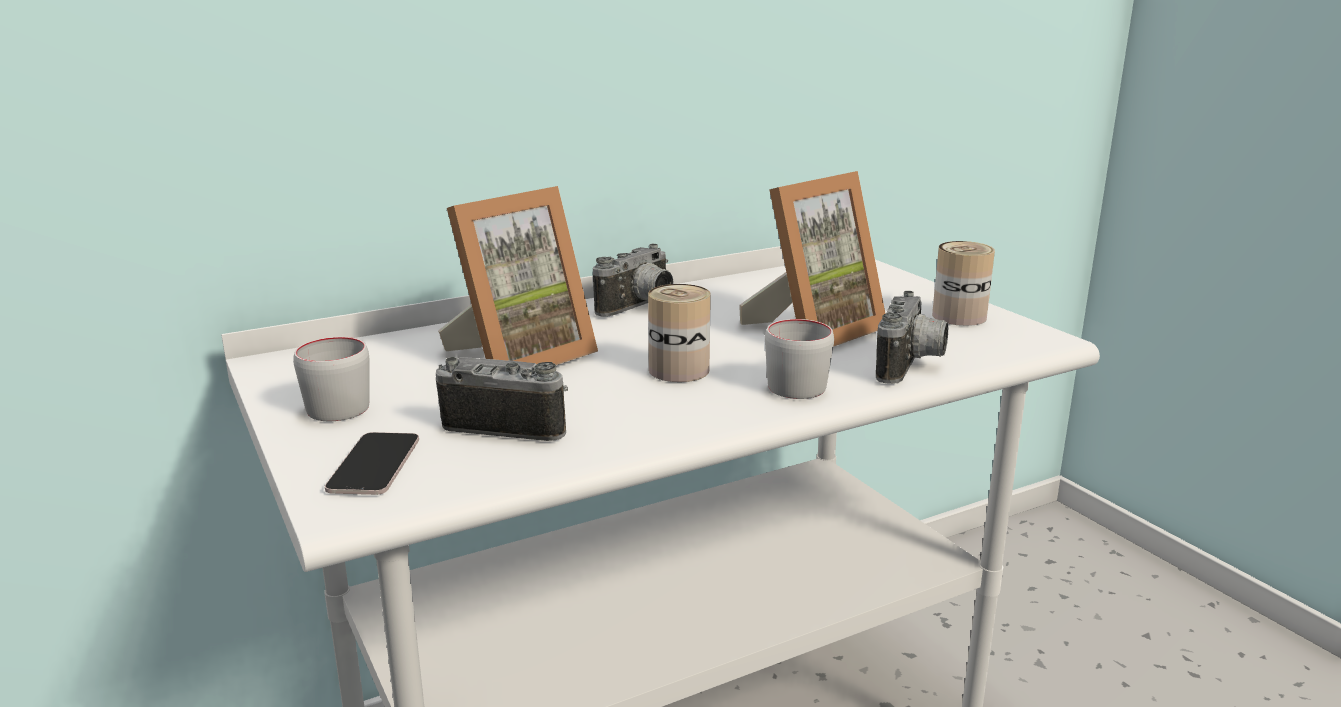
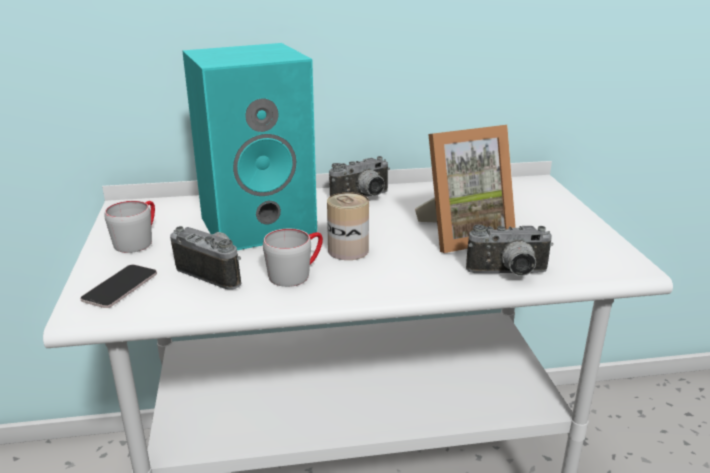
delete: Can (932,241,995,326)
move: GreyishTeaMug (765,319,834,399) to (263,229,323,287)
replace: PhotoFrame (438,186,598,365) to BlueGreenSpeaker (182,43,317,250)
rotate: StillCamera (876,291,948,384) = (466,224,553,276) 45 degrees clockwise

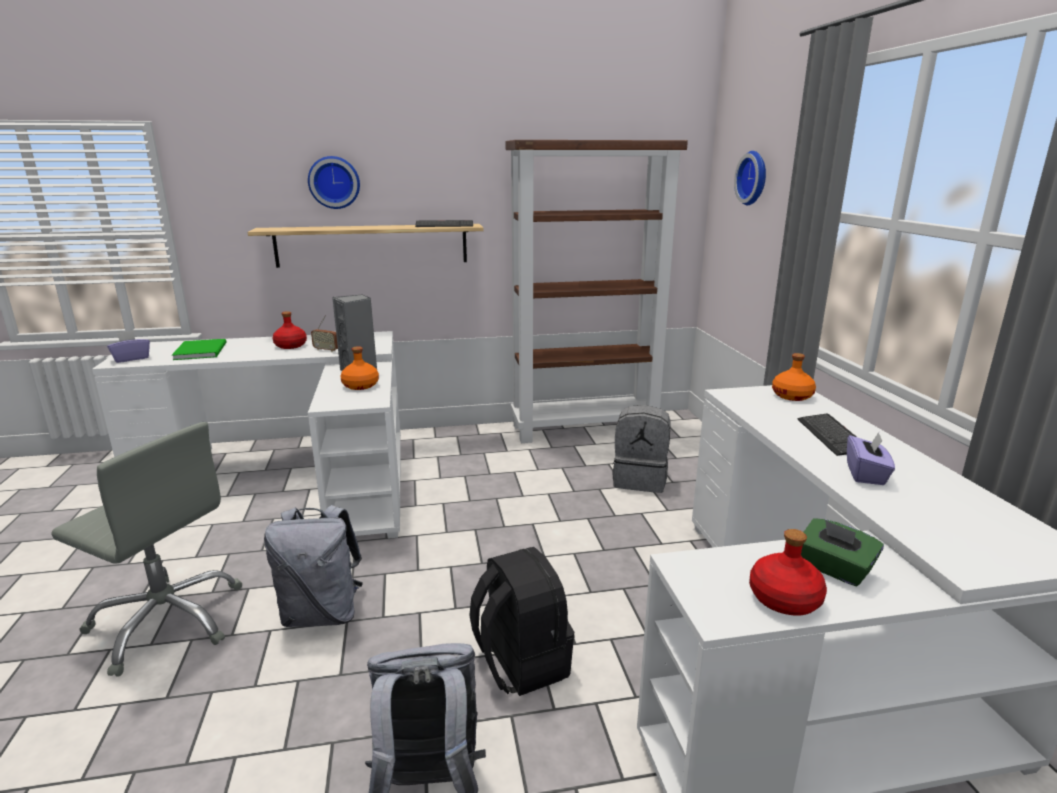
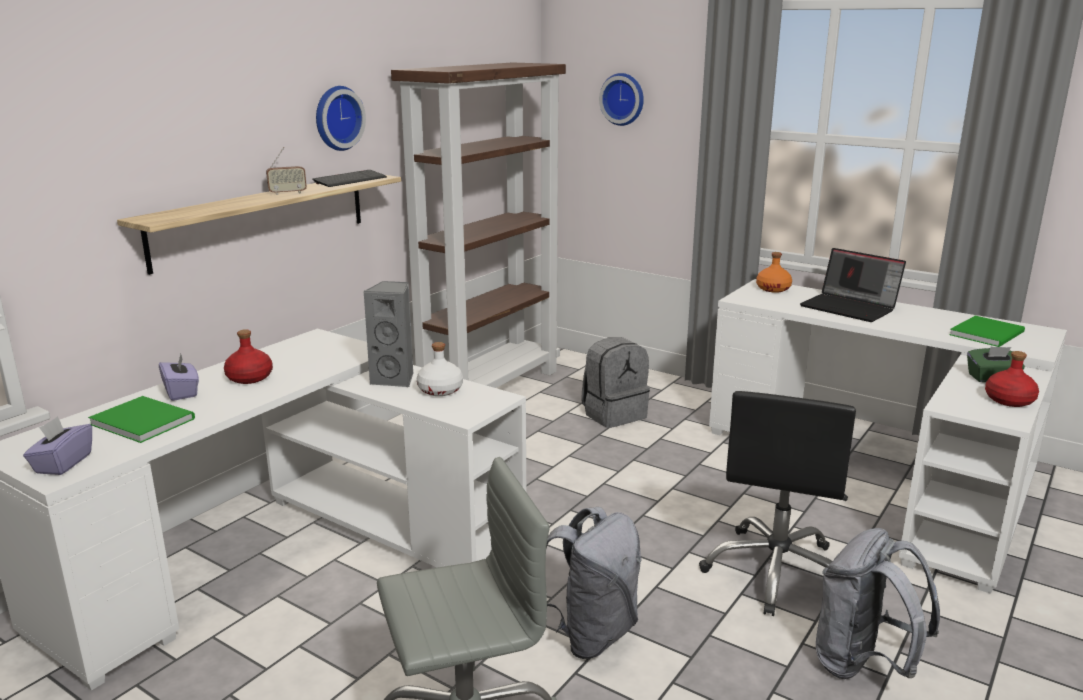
insert: GreenBoundBook (949,316,1025,347)
move: HangingClock (308,156,360,209) to (316,86,366,151); Radio (311,315,338,352) to (266,147,307,195); PurplishTissueHolder (847,432,895,485) to (159,354,199,401)
replace: Keyboard (797,414,856,456) to PortableComputer (800,248,906,322); BlackColouredKnapsack (469,547,575,696) to BlackColouredDeskChair (699,391,856,616)
recolor: OrangeColouredDrinkBottle (340,346,379,390) to WhiteDrinkBottle (417,342,463,396)

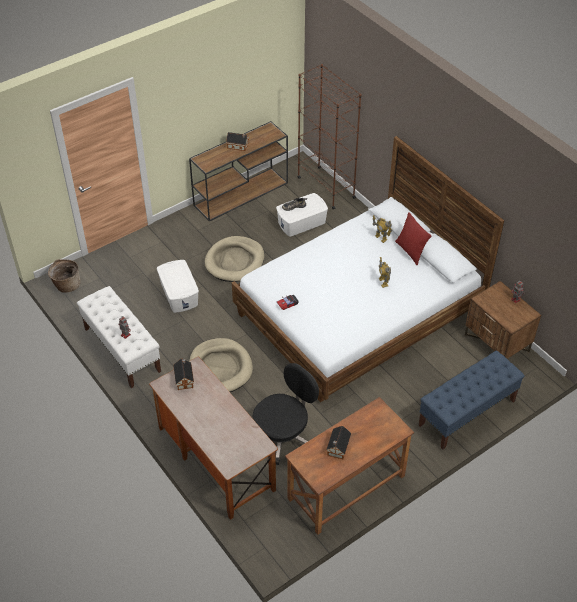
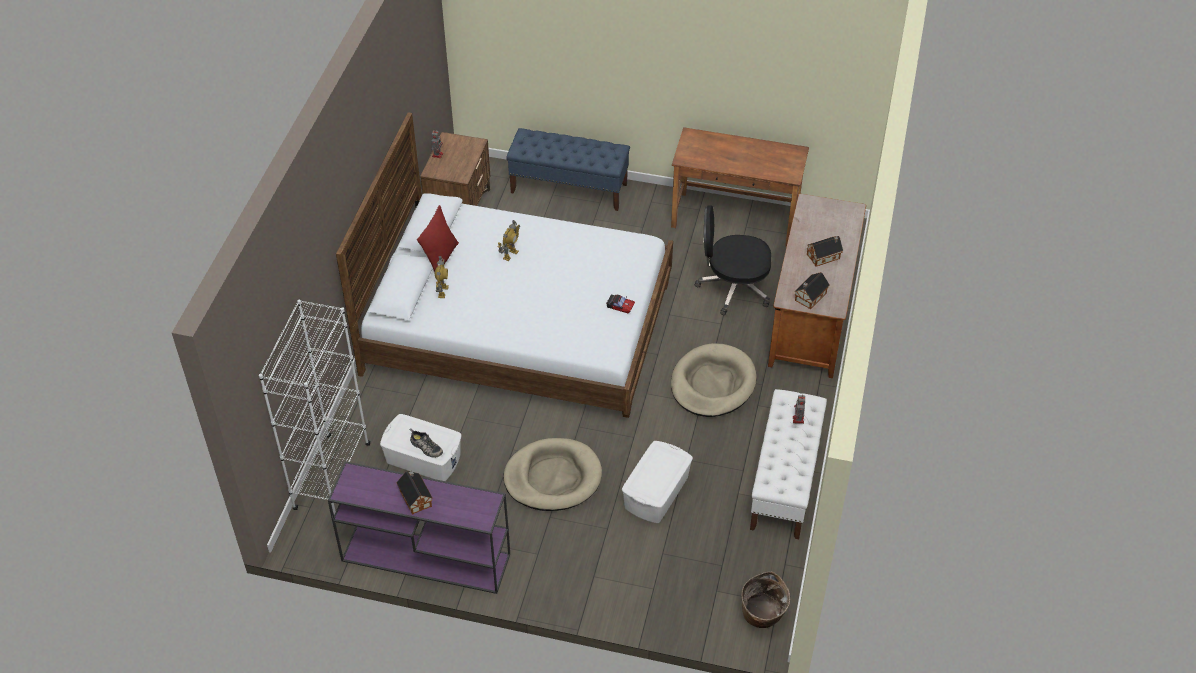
move: MiniatureHouse (326,426,351,459) to (807,236,843,267)
recolor: BrownBookshelf (297,64,361,210) to WhiteBookshelf (259,300,370,515); BrownConsoleTable (189,121,288,222) to PurplishConsoleTable (328,461,510,594)

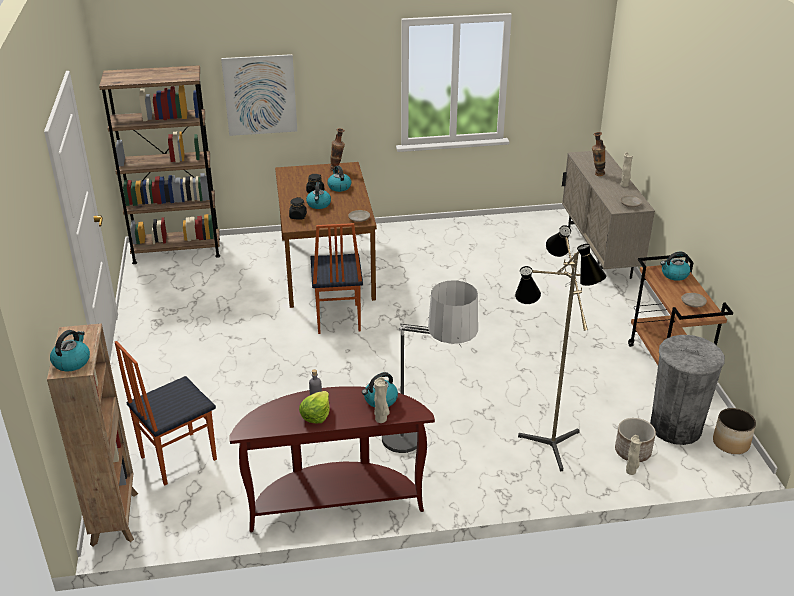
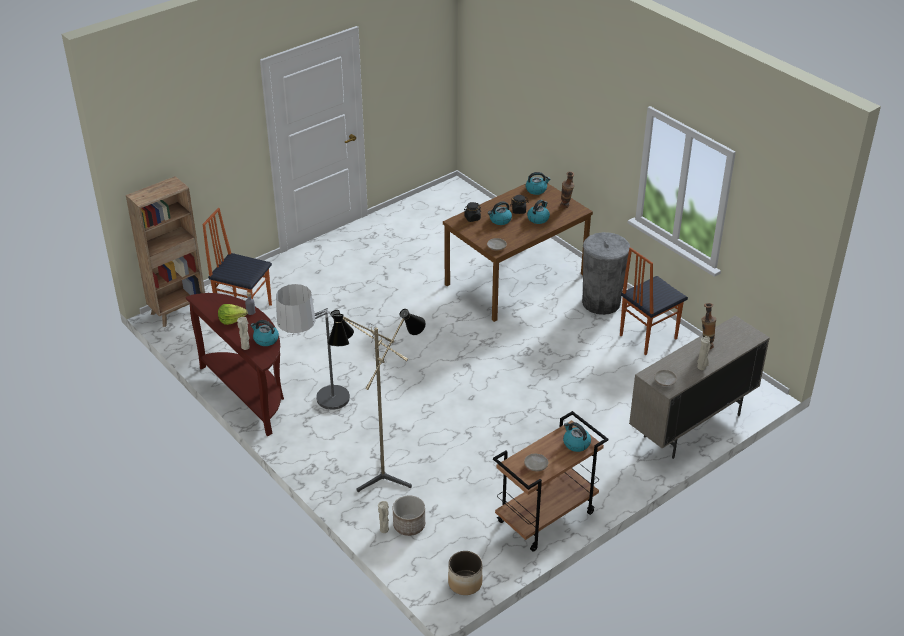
delete: Picture (221,54,297,136); BrownBookshelf (99,65,220,264)
move: UprightChair (310,223,363,334) to (620,247,688,355); Kettle (50,330,90,371) to (525,172,551,195); GreyishTrashCan (650,335,725,445) to (582,232,630,315)

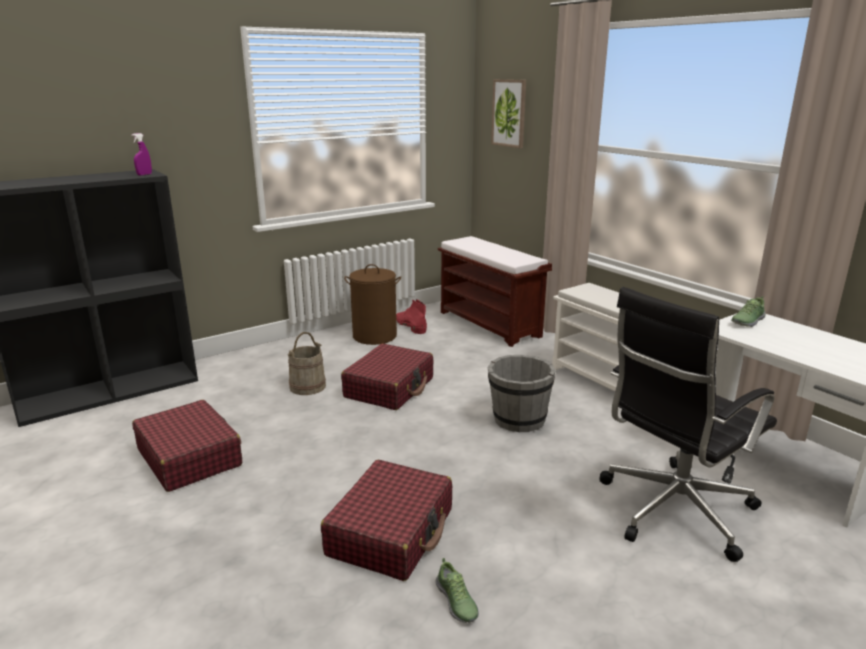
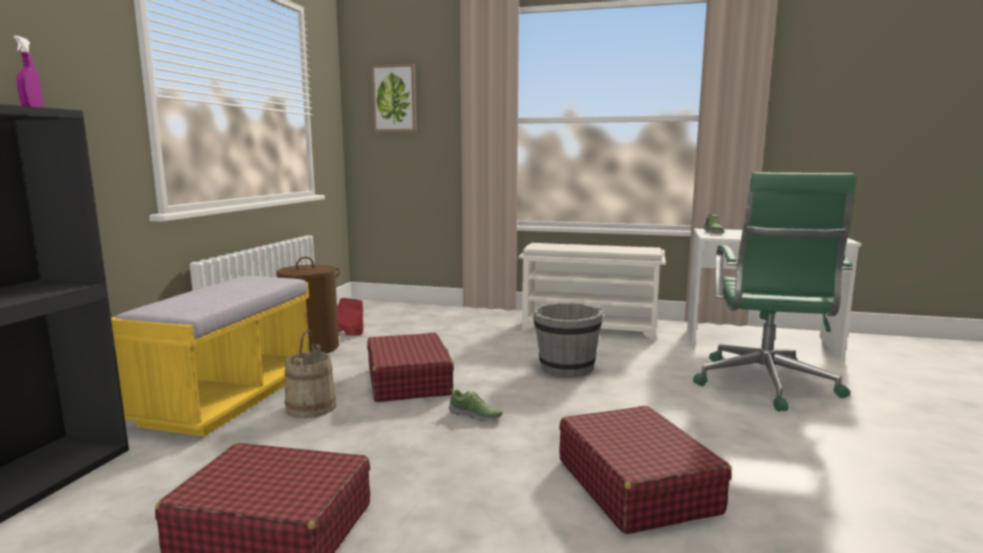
delete: BrownLongSeat (438,236,552,347)
insert: YellowLongSeat (111,276,309,437)
move: Shoe (435,558,479,623) to (449,388,503,421)
recolor: BlackColouredDeskChair (599,287,777,562) to GreenDeskChair (693,172,857,411)

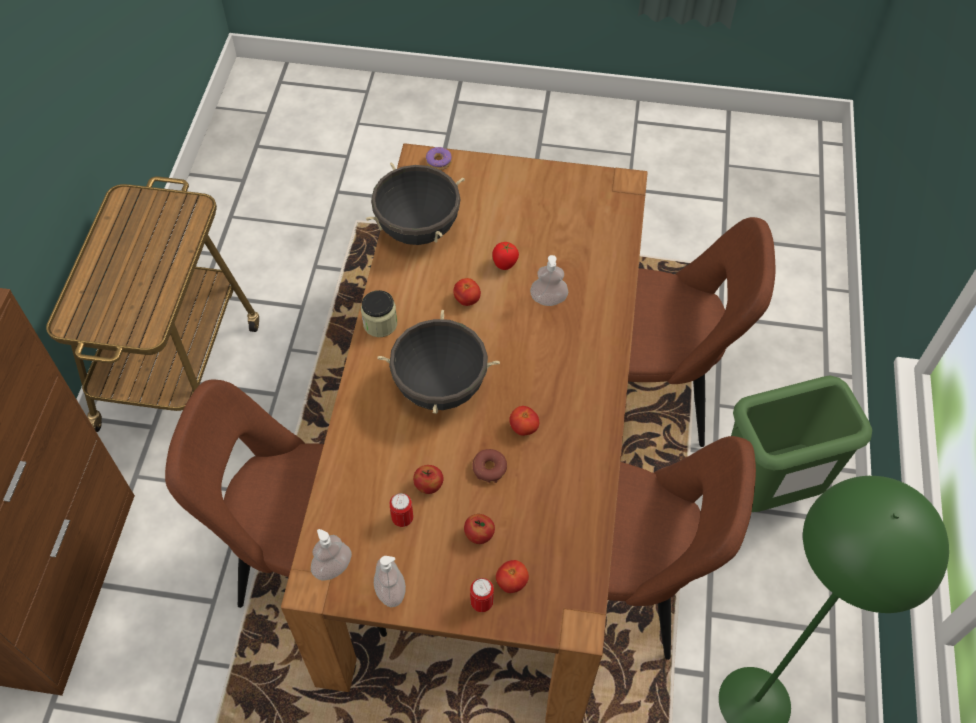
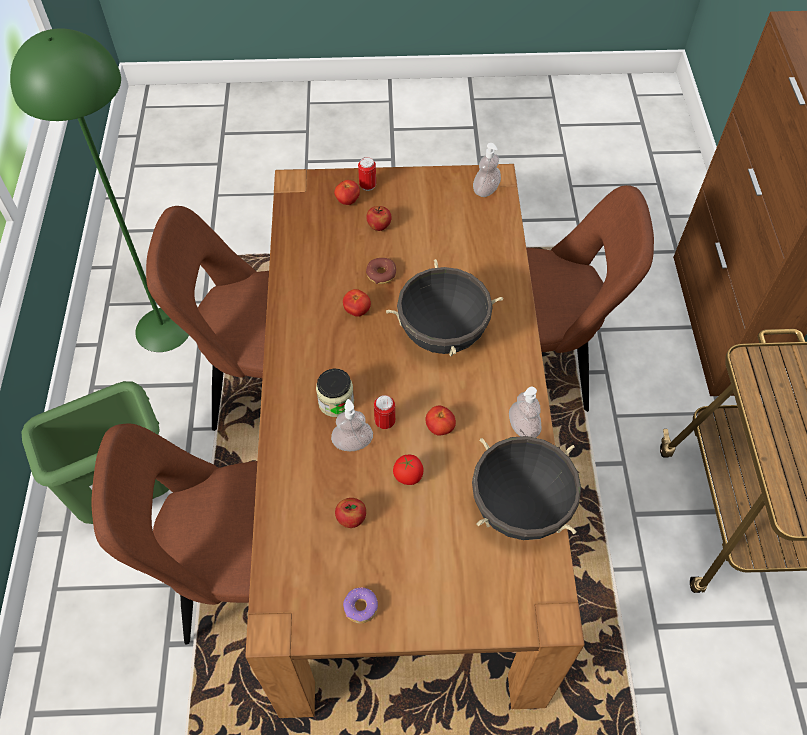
move: Doughnut (426,147,452,170) to (343,587,378,624); PreserveJar (361,290,397,337) to (316,369,354,417); Apple (413,465,443,494) to (335,498,366,528); Can (389,493,413,527) to (374,395,395,429); SoapBottle (374,556,406,607) to (509,387,542,438)

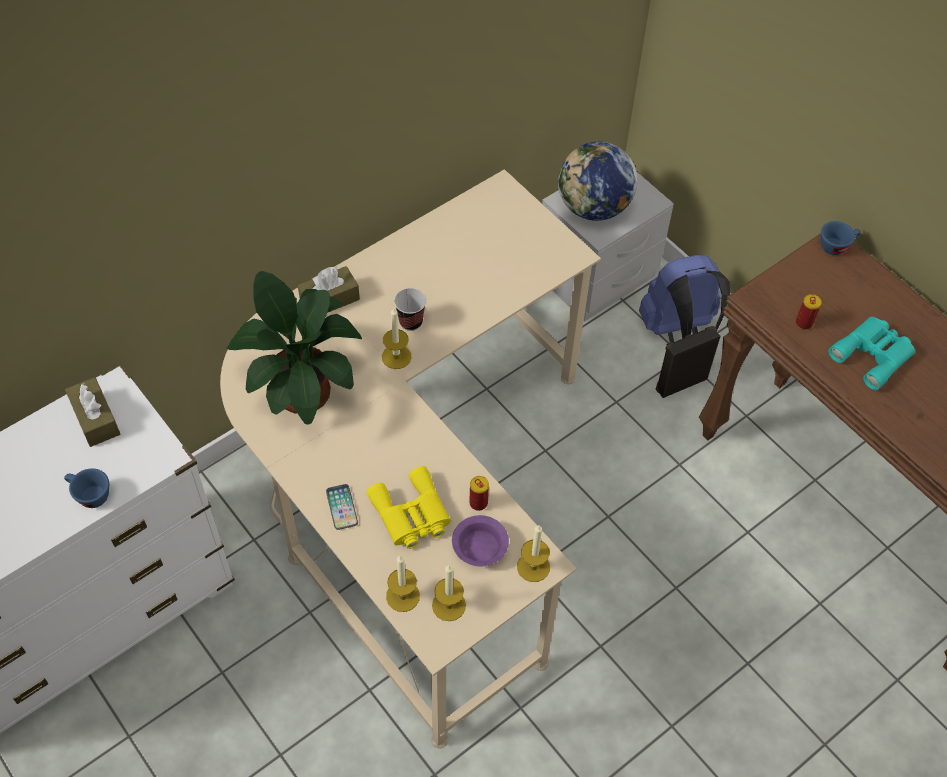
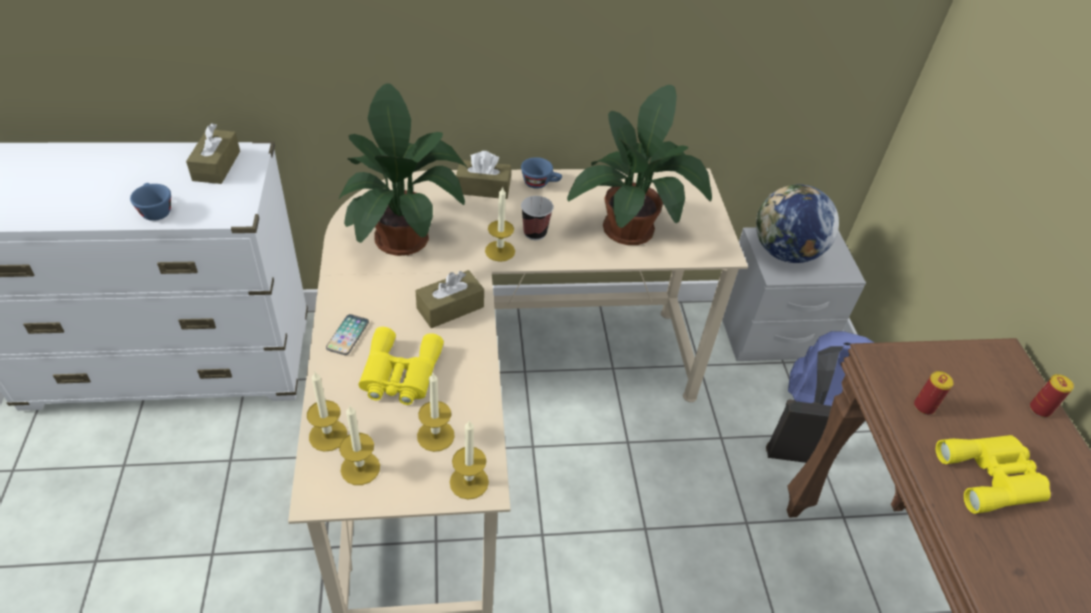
insert: PottedPlant (567,85,712,245); BrownTissueHolder (416,270,484,328)
move: BluishSmallCup (821,221,861,255) to (521,157,562,189); Can (469,476,489,511) to (1030,374,1074,417)
replace: PurplishBowl (452,515,509,566) to WaxCandle (417,373,455,452)
recolor: BlueGreenBinoculars (829,317,915,390) to YellowBinoculars (936,435,1051,514)

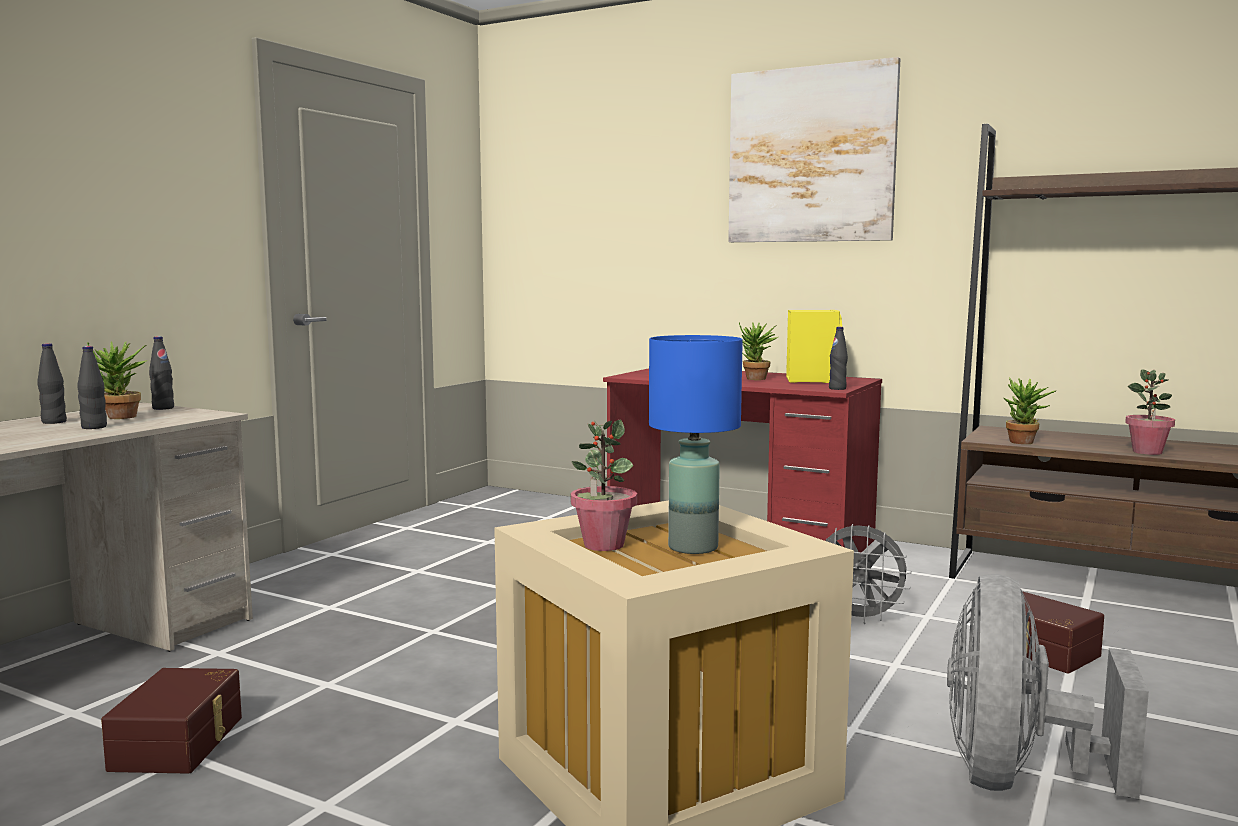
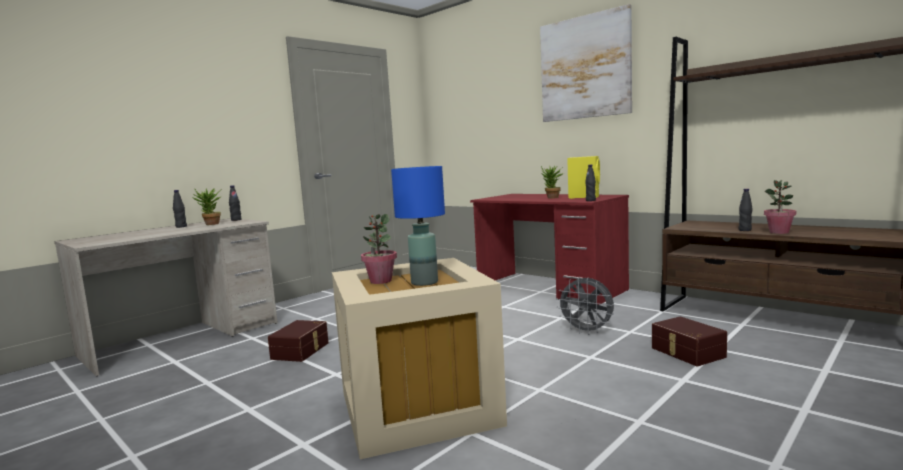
delete: PottedPlant (1004,378,1056,444); GreyishElectricFan (947,574,1149,798)
move: BlackColouredDrinkBottle (77,346,107,429) to (739,189,752,231); BrownStorageBin (101,668,242,774) to (268,320,329,362)

